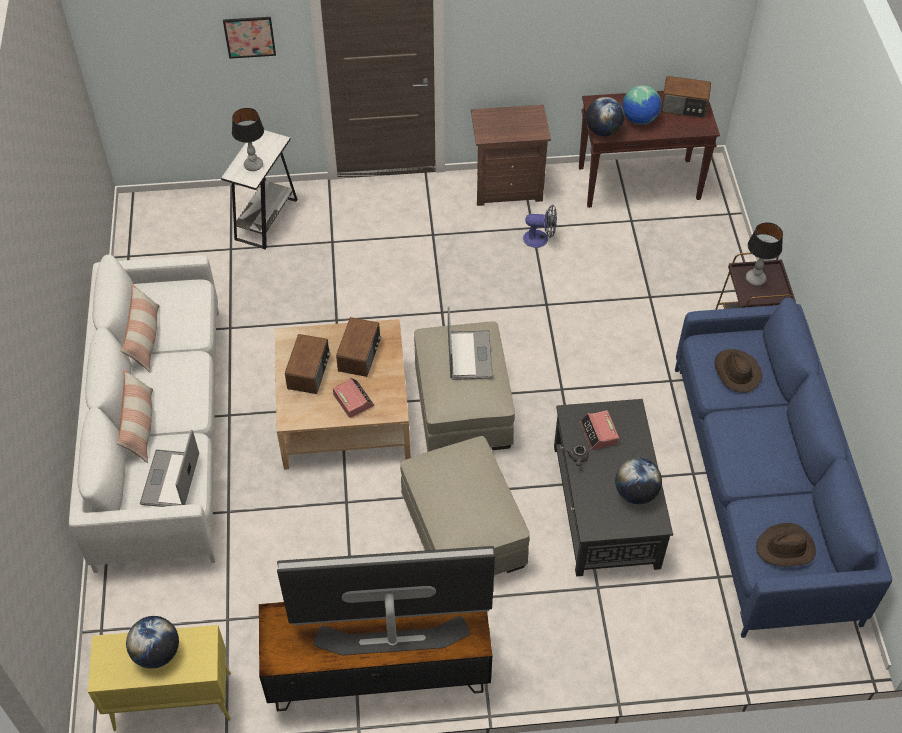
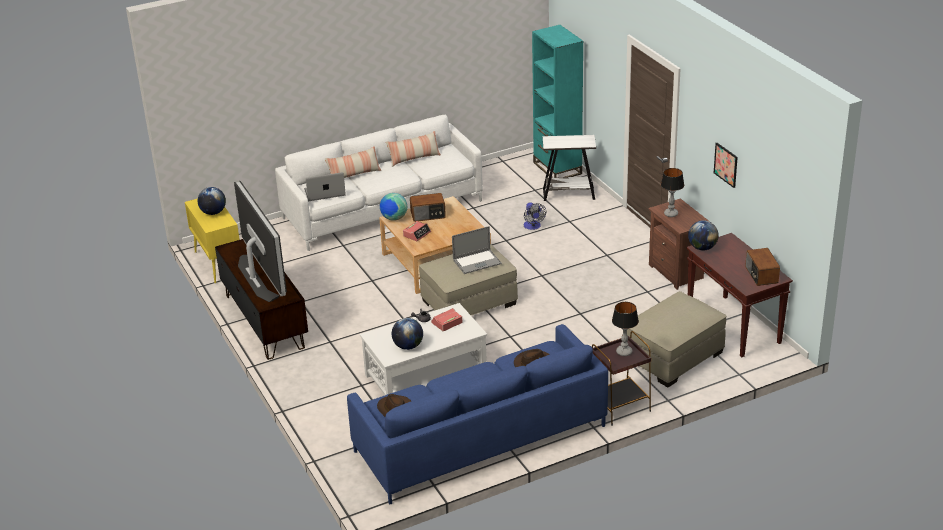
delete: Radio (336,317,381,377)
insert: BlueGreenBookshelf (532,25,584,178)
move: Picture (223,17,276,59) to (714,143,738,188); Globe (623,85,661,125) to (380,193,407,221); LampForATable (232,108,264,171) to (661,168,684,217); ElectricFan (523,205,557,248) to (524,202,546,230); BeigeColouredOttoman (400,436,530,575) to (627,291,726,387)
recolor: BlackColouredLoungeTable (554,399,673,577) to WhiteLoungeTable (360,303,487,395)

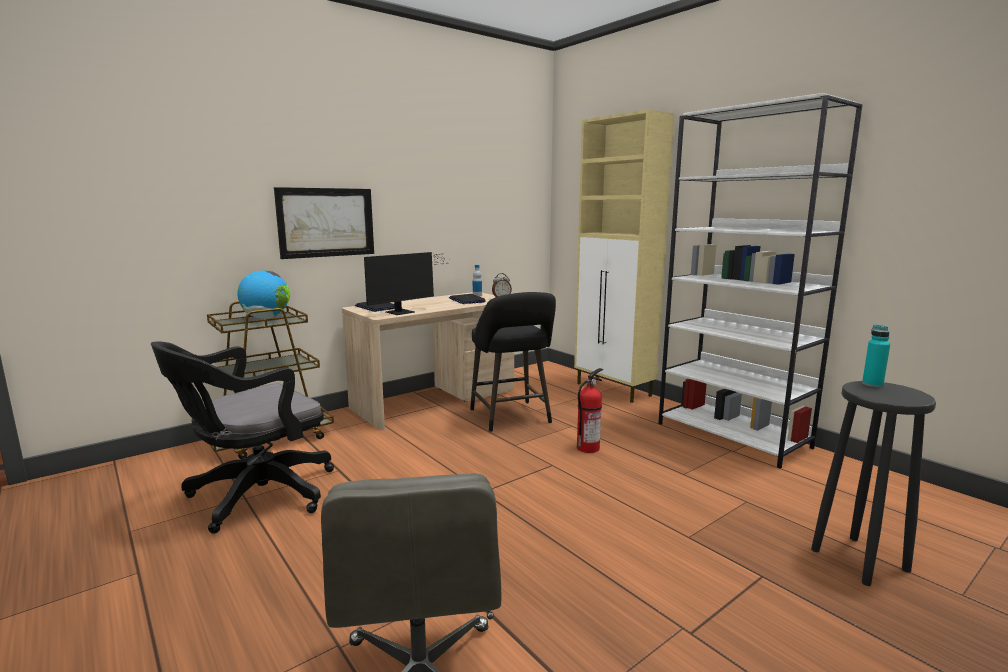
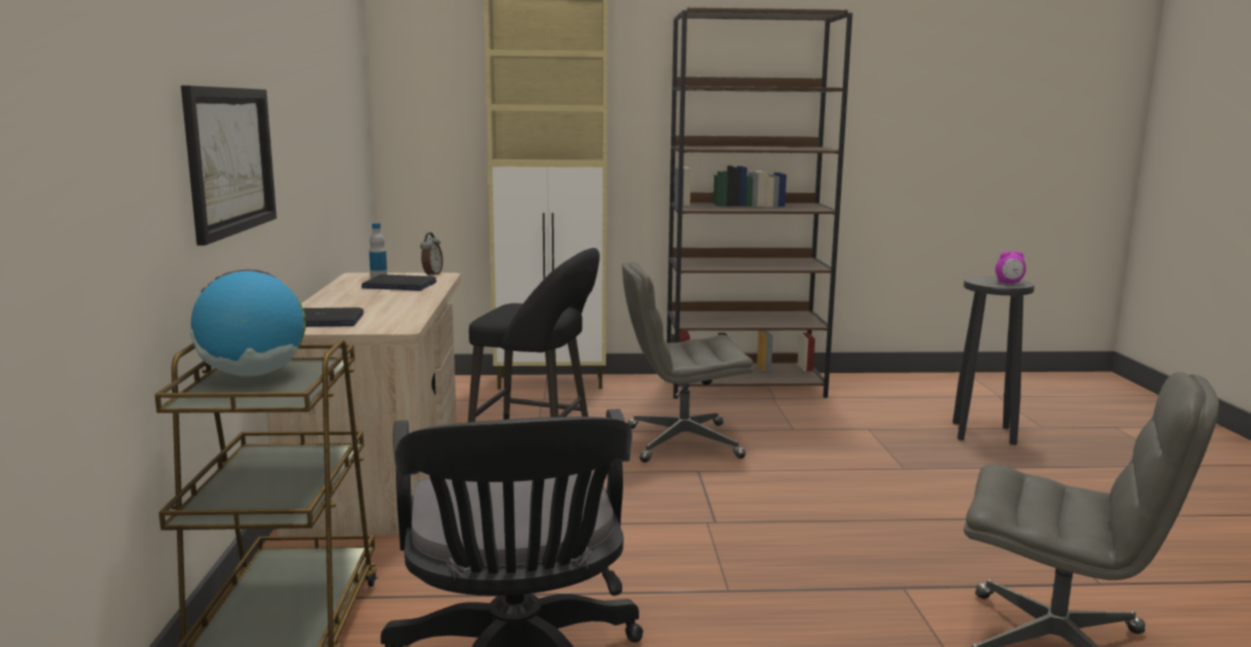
delete: ComputerScreen (364,252,447,315); BlueGreenDrinkBottle (862,324,890,387)
insert: AlarmClock (995,251,1026,283)
replace: FireExtinguisher (577,368,603,453) to GreyishDeskChair (622,261,754,462)
recolor: WhiteBookshelf (658,93,863,469) to BrownBookshelf (667,7,853,399)

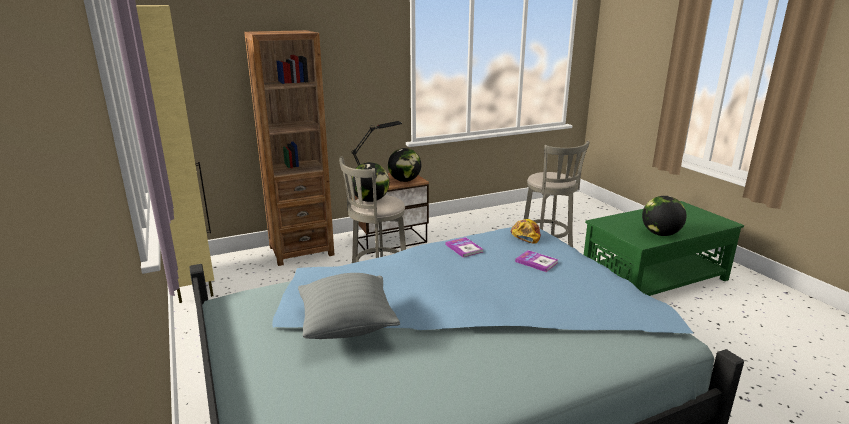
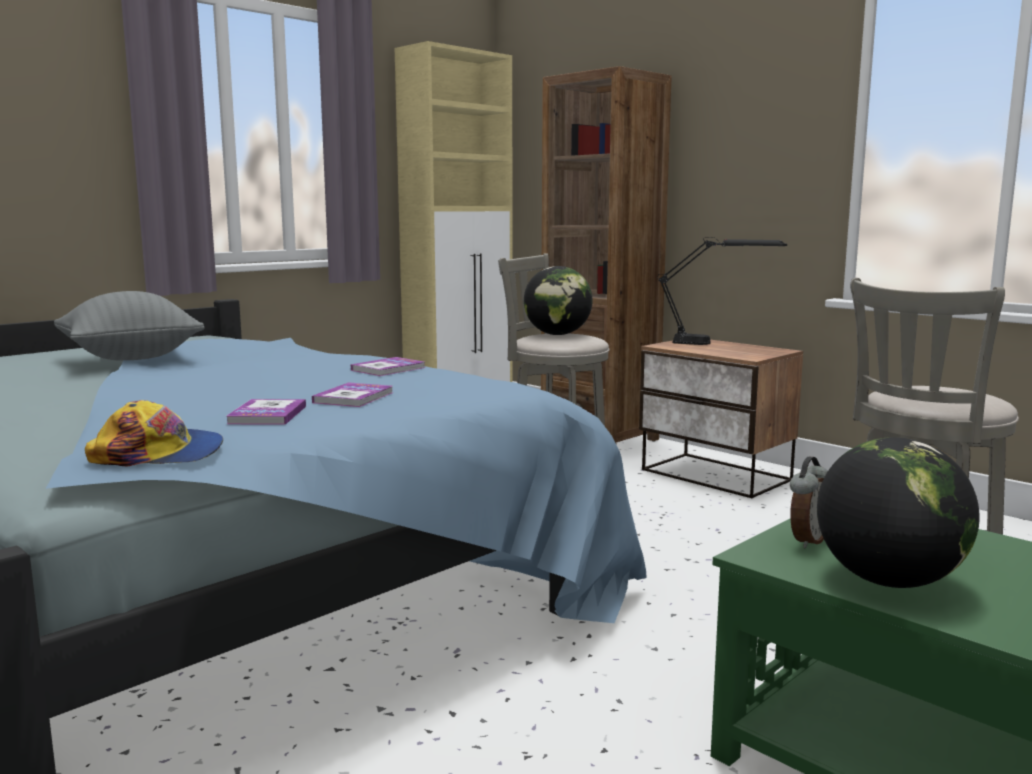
delete: Globe (388,148,421,182)
insert: BoundBook (227,399,306,425); AlarmClock (790,457,828,549)
move: Cap (511,219,541,244) to (85,400,223,466)

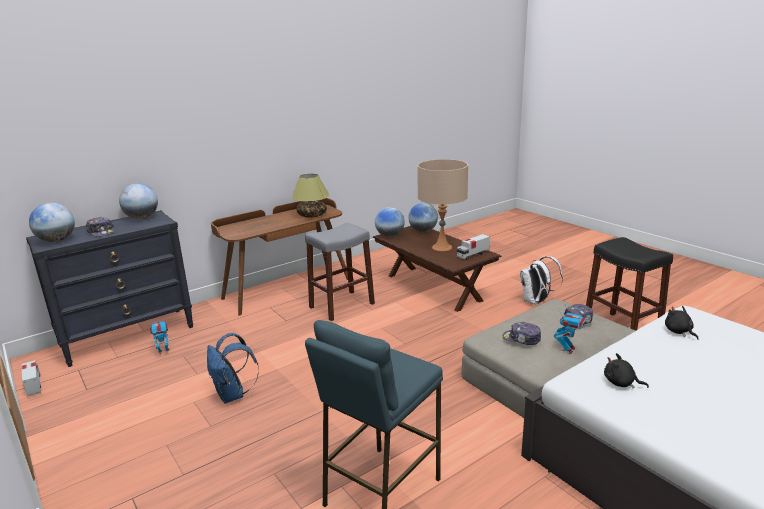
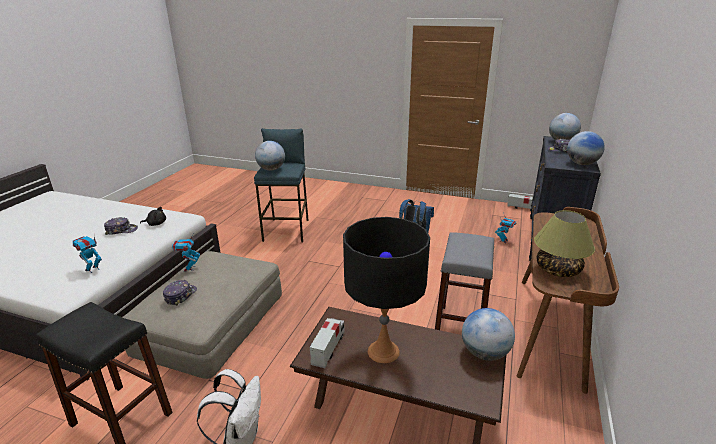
move: Globe (408,203,438,232) to (255,141,285,171); Cap (502,322,541,345) to (104,217,138,235)
replace: BlackColouredCuddlyToy (665,306,698,340) to RobotFigure (73,234,102,273)
recolor: BeigeColouredLampForATable (417,159,468,251) to BlackColouredLampForATable (343,217,430,363)

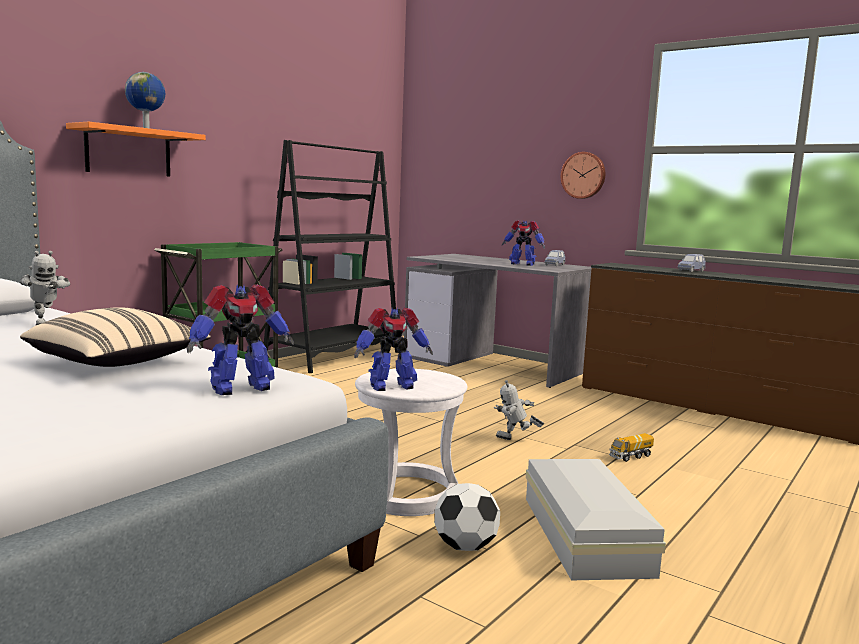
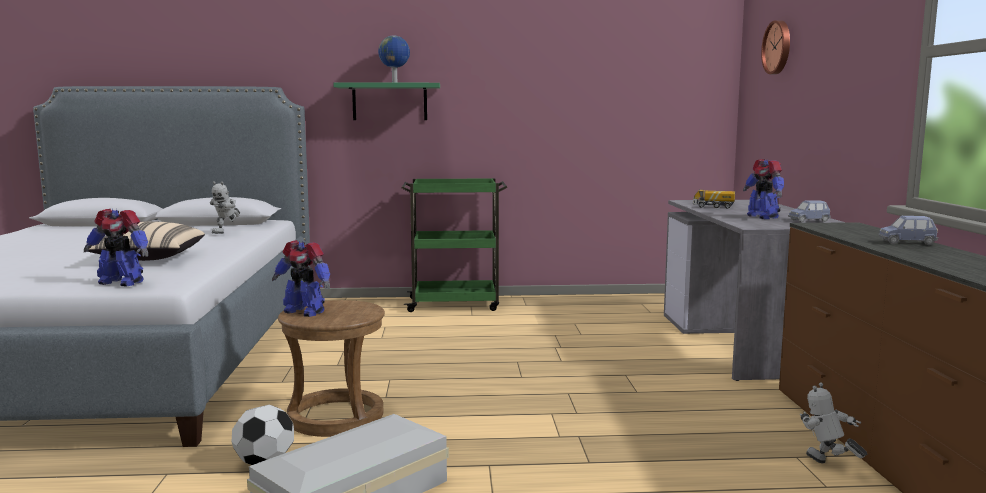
delete: BlackColouredBookshelf (263,140,398,373)
move: HangingClock (561,152,605,199) to (761,20,790,74); RobotFigure (494,380,544,440) to (800,382,867,463); ModelTruck (609,433,654,462) to (693,189,735,209)
recolor: OrangeColouredShelf (66,121,206,176) to GreenShelf (333,82,440,120); WhiteStool (355,369,467,516) to BrownStool (278,300,385,437)

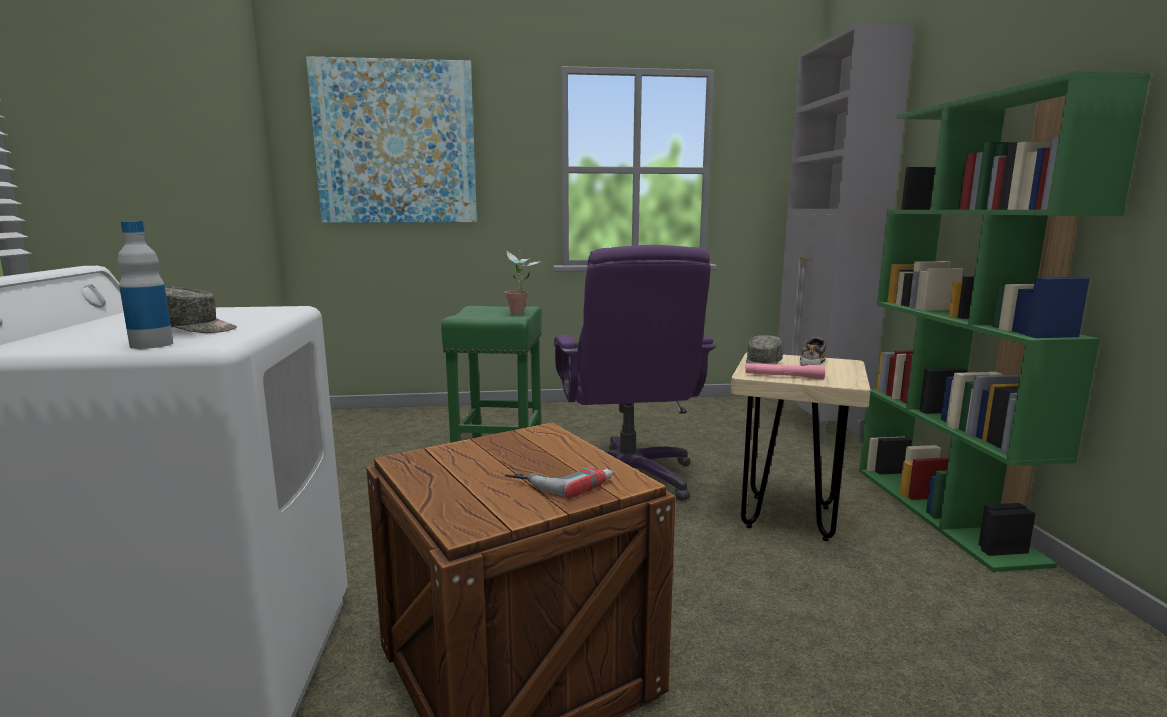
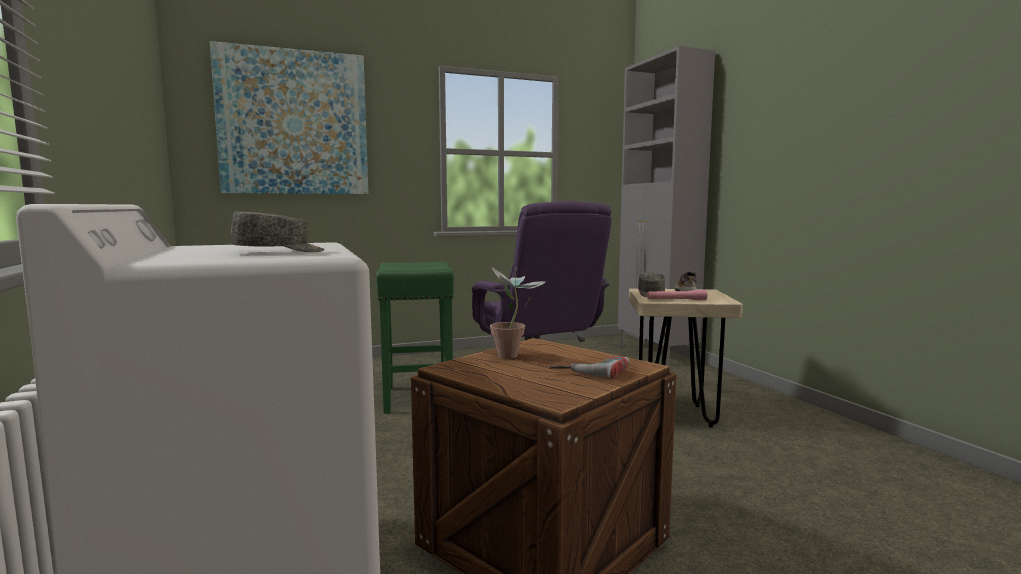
delete: GreenBookshelf (859,71,1151,572); DrinkBottle (118,221,173,349)
move: PottedPlant (504,251,542,314) to (490,266,547,359)

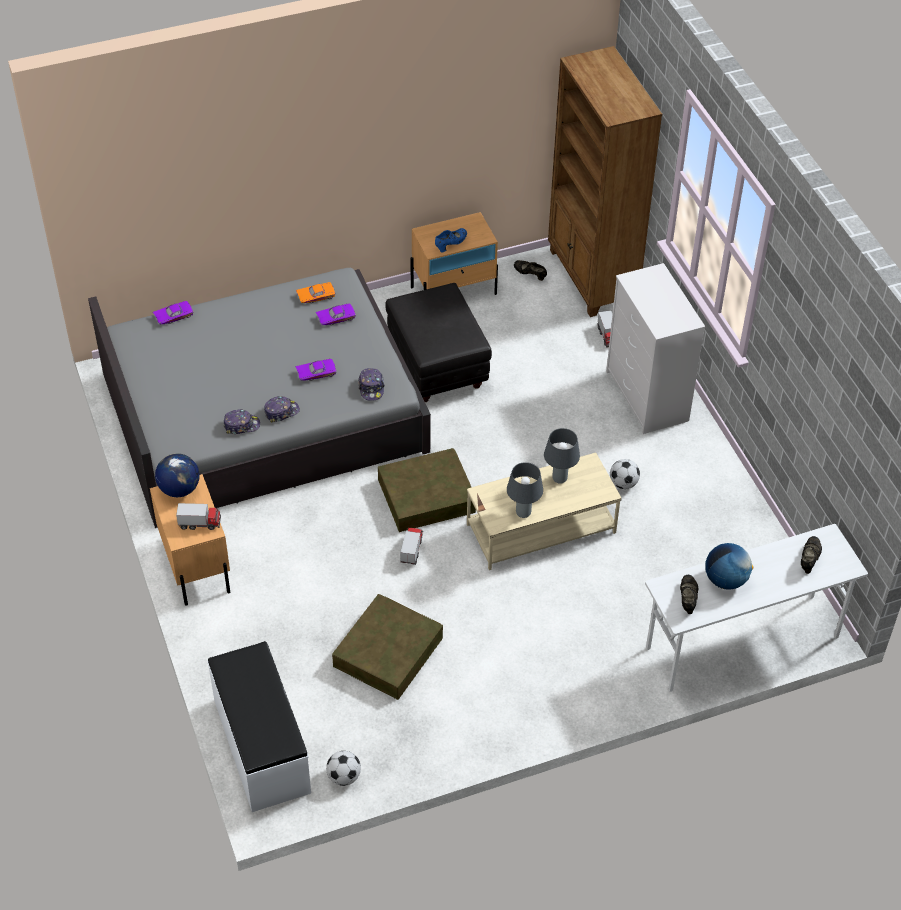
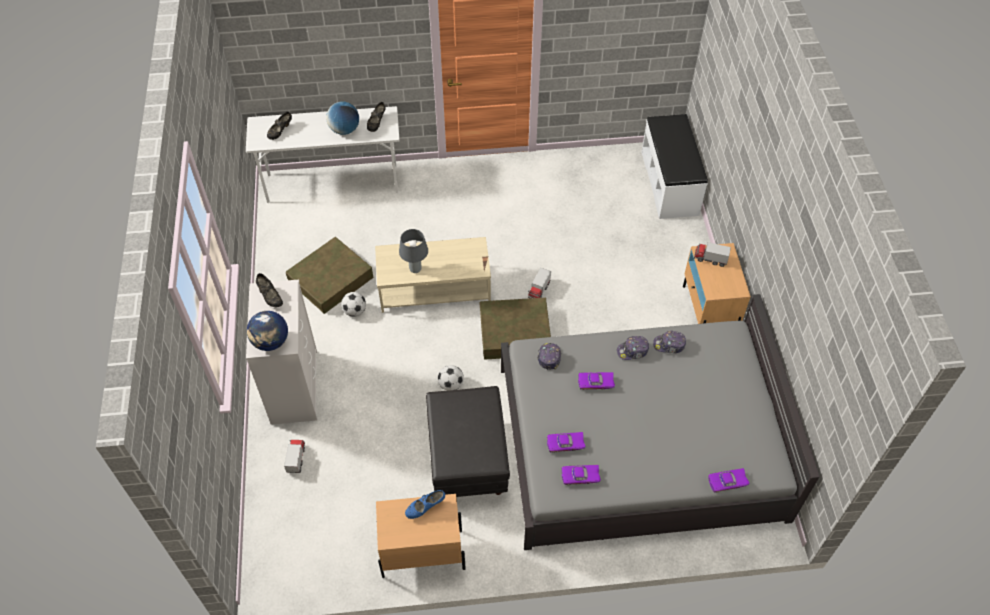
delete: BrownBookshelf (548,46,662,317); GreyishLampForATable (507,462,543,518)
move: BlackColouredShoe (514,260,547,281) to (256,273,283,307); Globe (155,453,200,497) to (247,311,288,351); BrownStorageBin (332,594,443,700) to (286,237,373,314); FootballBall (326,751,361,786) to (438,365,464,391)
recolor: OrangeColouredToyCar (296,282,335,303) to PurplishToyCar (561,465,601,485)

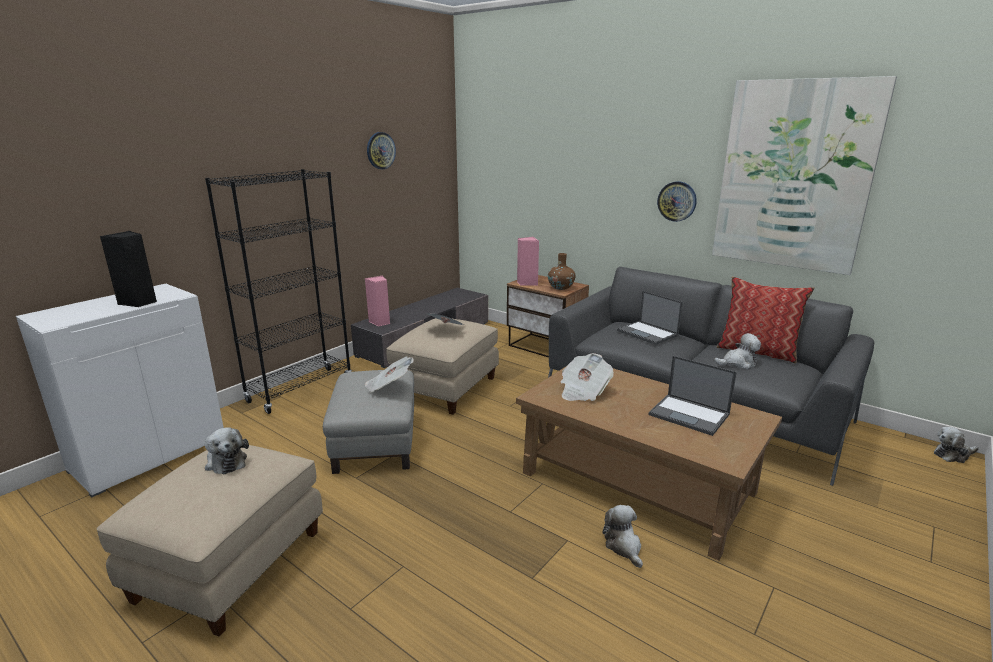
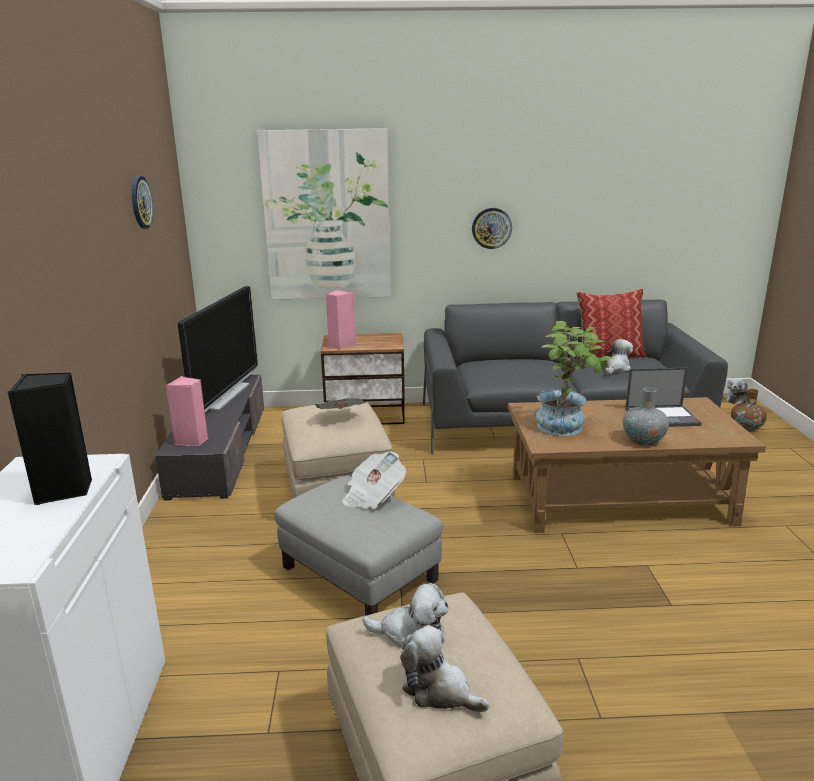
delete: BlackColouredBookshelf (205,169,352,414); PortableComputer (617,291,683,345)
insert: Television (178,286,258,412); GreyishFlowerVase (623,387,669,445)
move: Picture (712,76,897,275) to (257,128,391,300); BrownFlowerVase (548,253,575,290) to (731,389,767,432); CuddlyToy (602,505,643,568) to (400,625,490,712)
replace: PrintedPaper (561,353,614,401) to PottedPlant (536,321,613,436)

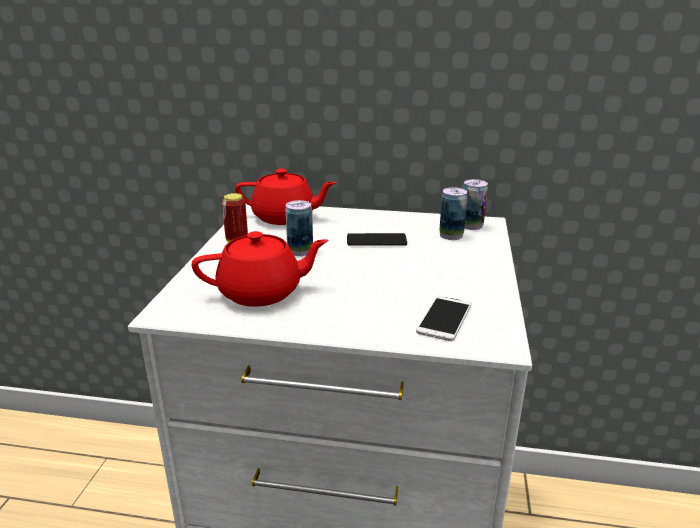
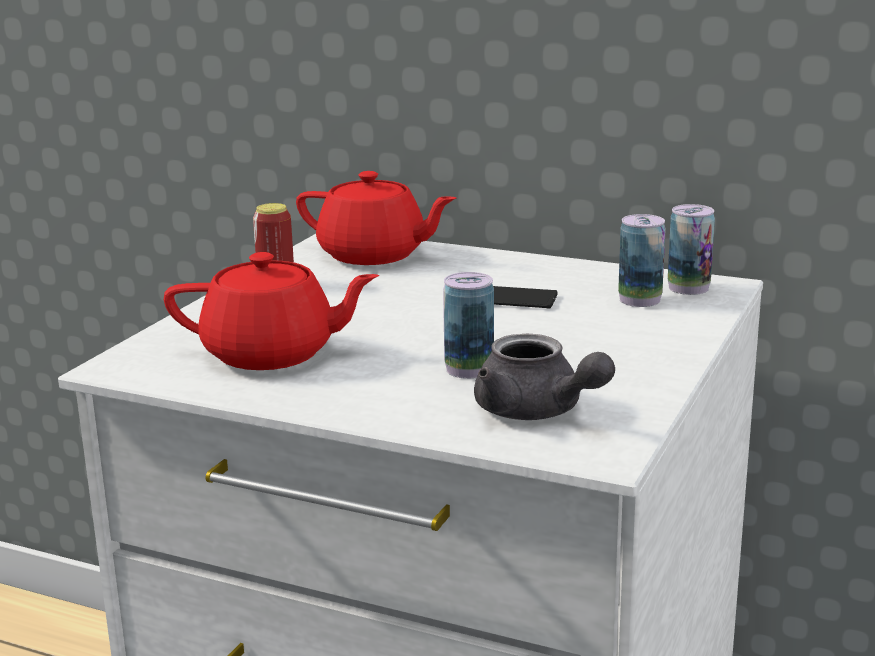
move: Can (285,200,313,256) to (443,272,494,379)
replace: Telephone (416,295,471,341) to GreyishTeapot (474,334,615,420)

